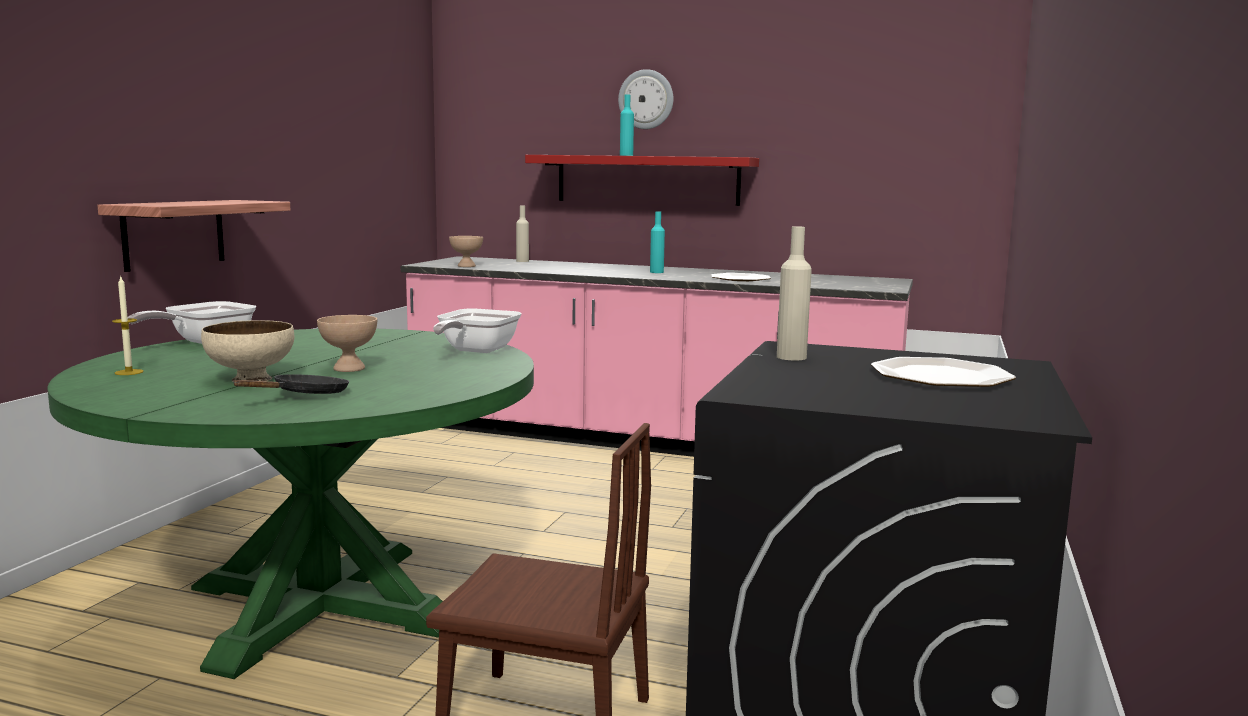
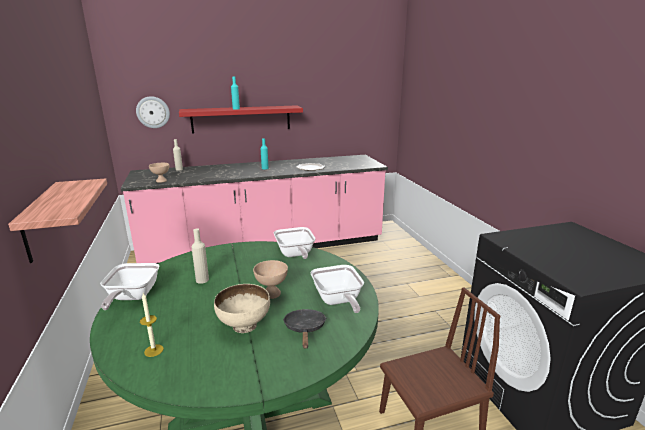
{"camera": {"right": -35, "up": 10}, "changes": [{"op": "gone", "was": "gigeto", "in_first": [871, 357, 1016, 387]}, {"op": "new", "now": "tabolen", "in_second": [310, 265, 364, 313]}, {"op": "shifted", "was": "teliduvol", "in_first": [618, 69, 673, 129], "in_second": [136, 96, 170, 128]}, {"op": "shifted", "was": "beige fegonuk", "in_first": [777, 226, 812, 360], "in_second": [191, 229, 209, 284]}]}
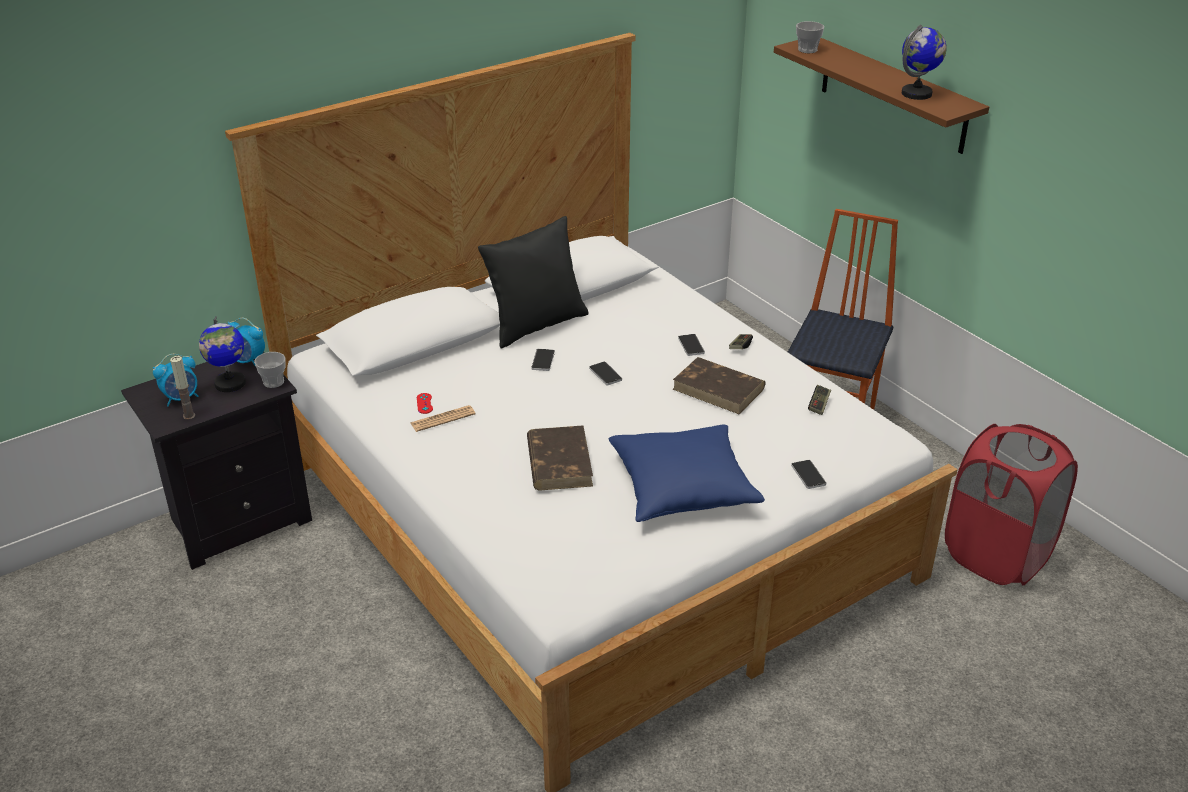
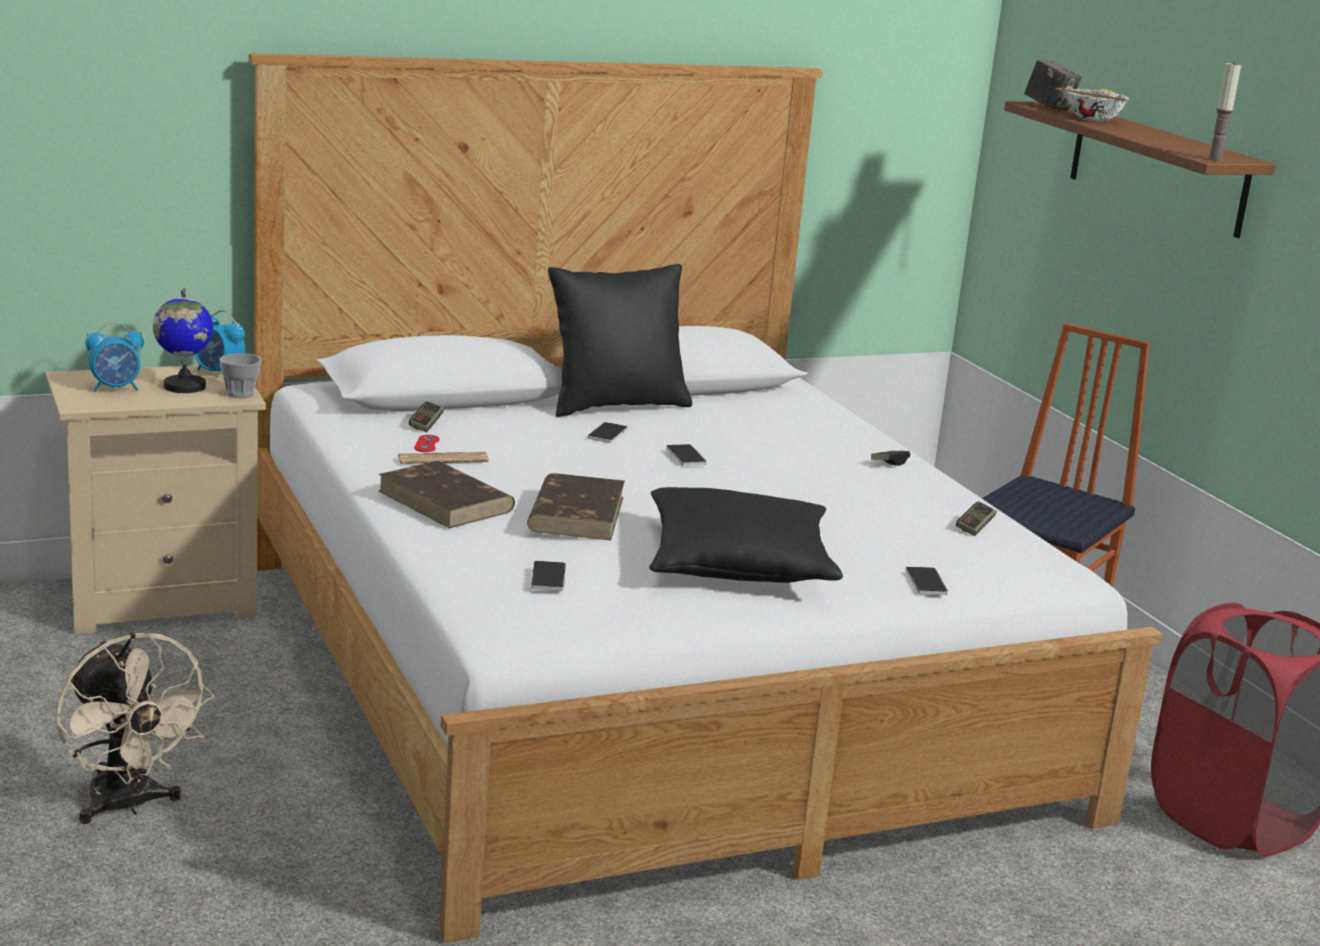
{"camera": {"right": 10, "up": -15}, "changes": [{"op": "gone", "was": "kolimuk", "in_first": [902, 25, 947, 100]}, {"op": "new", "now": "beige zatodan", "in_second": [56, 632, 214, 824]}, {"op": "new", "now": "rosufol", "in_second": [409, 401, 444, 432]}, {"op": "new", "now": "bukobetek", "in_second": [1055, 88, 1129, 122]}, {"op": "shifted", "was": "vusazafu", "in_first": [170, 356, 195, 420], "in_second": [1207, 61, 1241, 161]}, {"op": "shifted", "was": "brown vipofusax", "in_first": [673, 357, 765, 414], "in_second": [378, 461, 515, 529]}, {"op": "shifted", "was": "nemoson", "in_first": [678, 334, 705, 356], "in_second": [531, 561, 566, 591]}, {"op": "swapped", "was": "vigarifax", "now": "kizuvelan", "in_first": [796, 21, 824, 53], "in_second": [1024, 59, 1082, 110]}, {"op": "repainted", "was": "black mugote", "now": "beige mugote", "in_first": [121, 352, 312, 570], "in_second": [46, 365, 266, 634]}, {"op": "repainted", "was": "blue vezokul", "now": "black vezokul", "in_first": [609, 425, 765, 522], "in_second": [649, 487, 843, 583]}]}
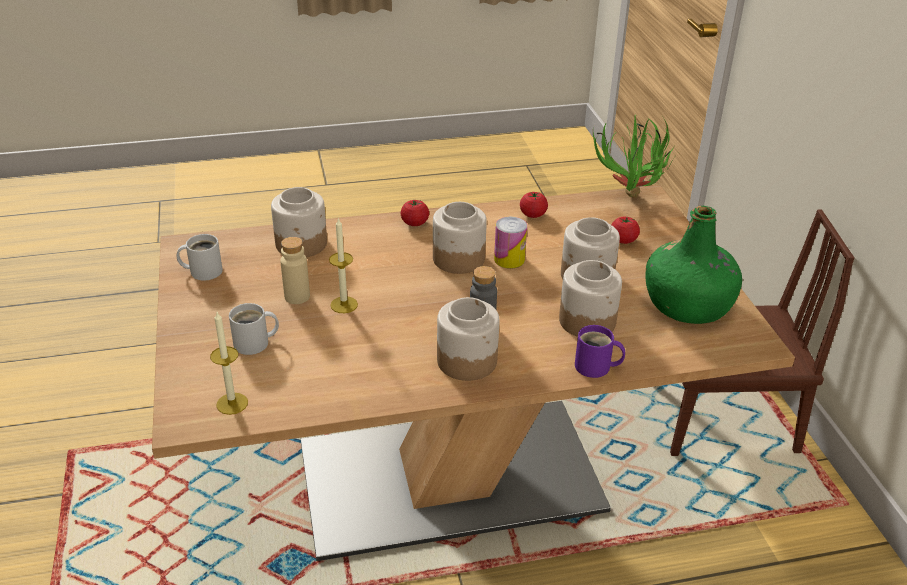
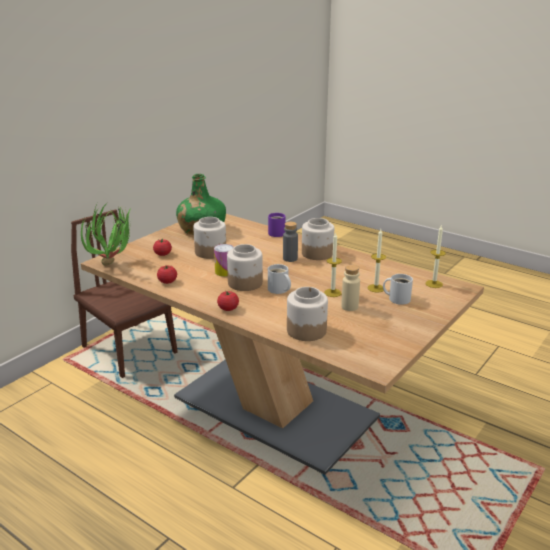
{"camera": {"right": -130, "up": -10}, "changes": [{"op": "gone", "was": "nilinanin", "in_first": [559, 260, 622, 337]}, {"op": "new", "now": "vusazafu", "in_second": [368, 229, 386, 293]}, {"op": "shifted", "was": "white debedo", "in_first": [176, 234, 223, 281], "in_second": [268, 264, 291, 294]}]}
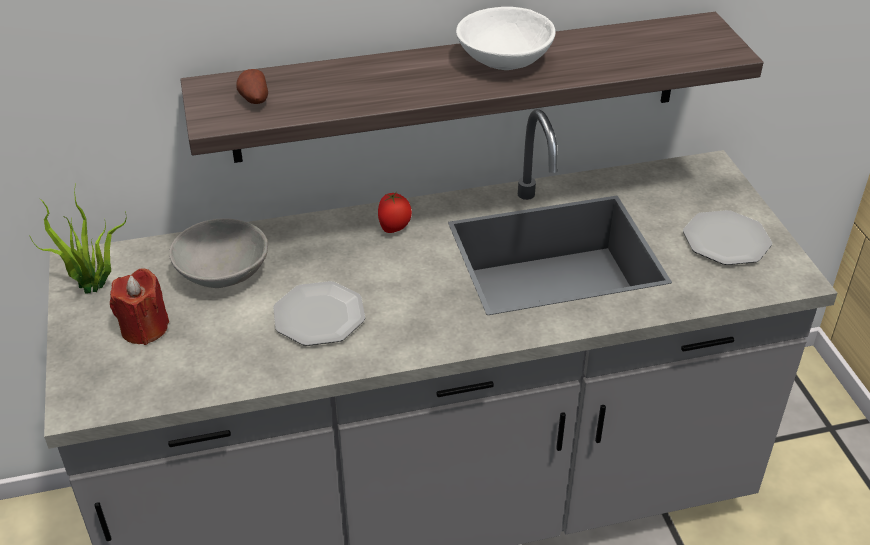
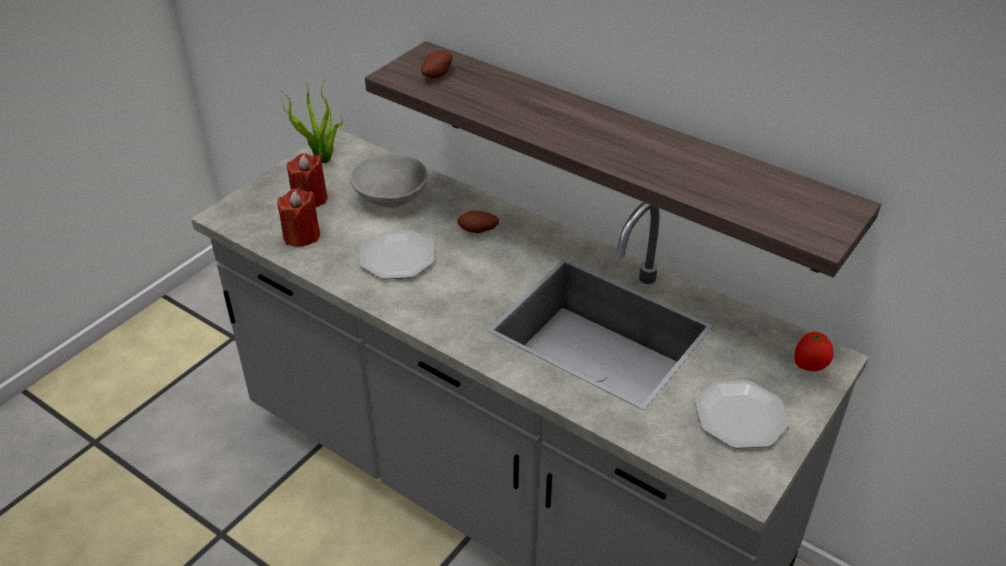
{"camera": {"right": 50, "up": 0}, "changes": [{"op": "gone", "was": "white bukobetek", "in_first": [456, 7, 555, 70]}, {"op": "new", "now": "red vusazafu", "in_second": [277, 188, 320, 247]}, {"op": "new", "now": "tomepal", "in_second": [457, 211, 499, 233]}, {"op": "shifted", "was": "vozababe", "in_first": [378, 193, 412, 233], "in_second": [794, 331, 833, 371]}]}
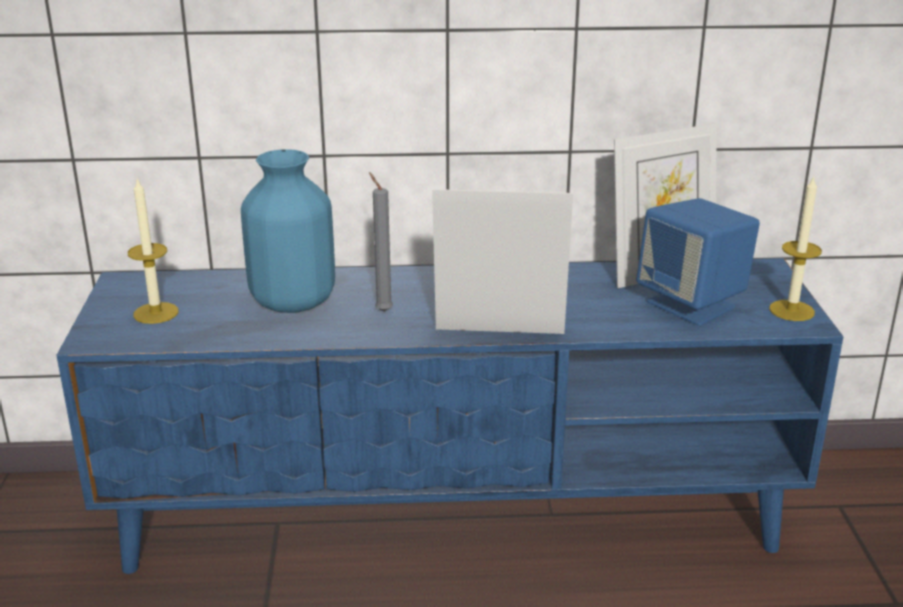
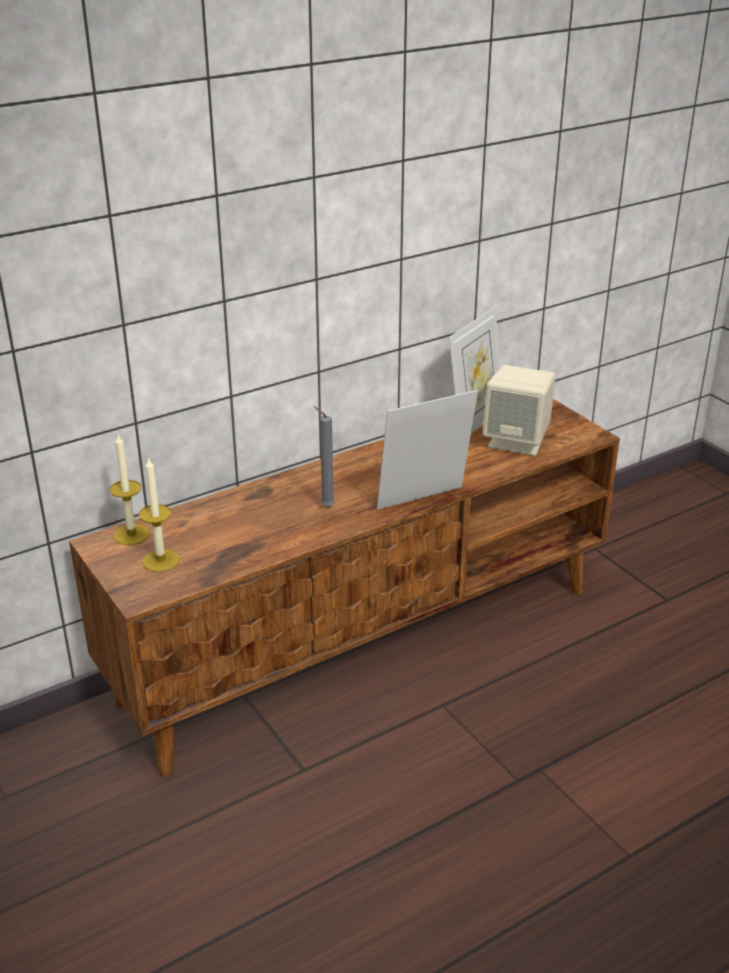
{"camera": {"right": -30, "up": 5}, "changes": [{"op": "gone", "was": "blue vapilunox", "in_first": [241, 149, 335, 313]}, {"op": "shifted", "was": "vusazafu", "in_first": [769, 175, 822, 321], "in_second": [110, 435, 150, 545]}, {"op": "repainted", "was": "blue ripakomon", "now": "brown ripakomon", "in_first": [56, 258, 844, 574], "in_second": [69, 399, 620, 777]}, {"op": "repainted", "was": "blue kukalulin", "now": "beige kukalulin", "in_first": [636, 198, 760, 326], "in_second": [483, 365, 556, 456]}]}
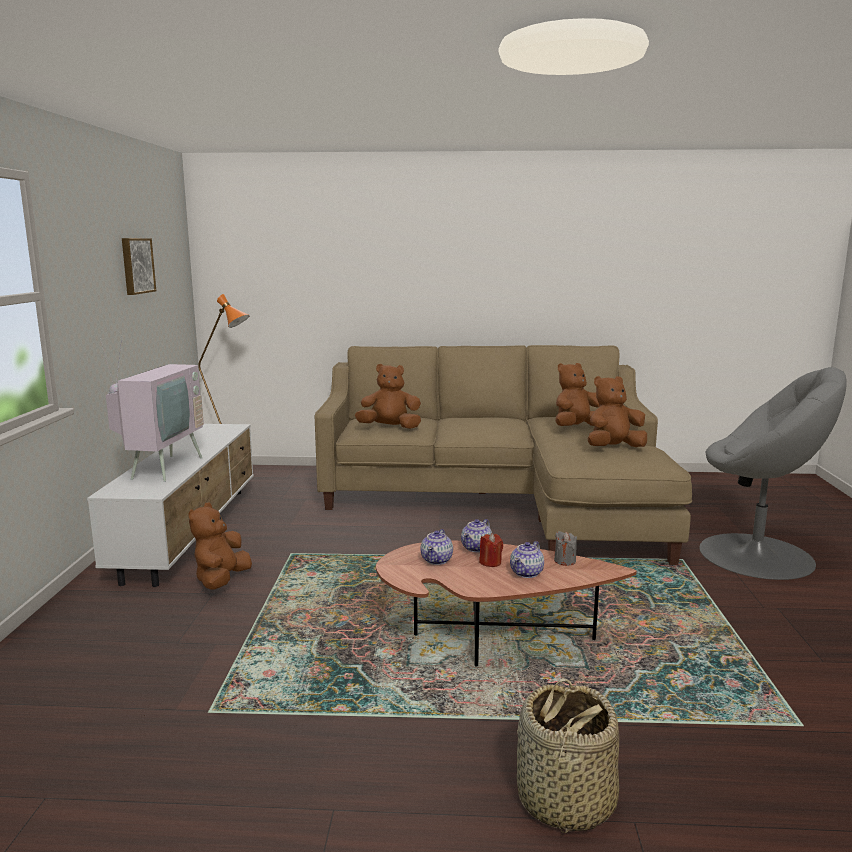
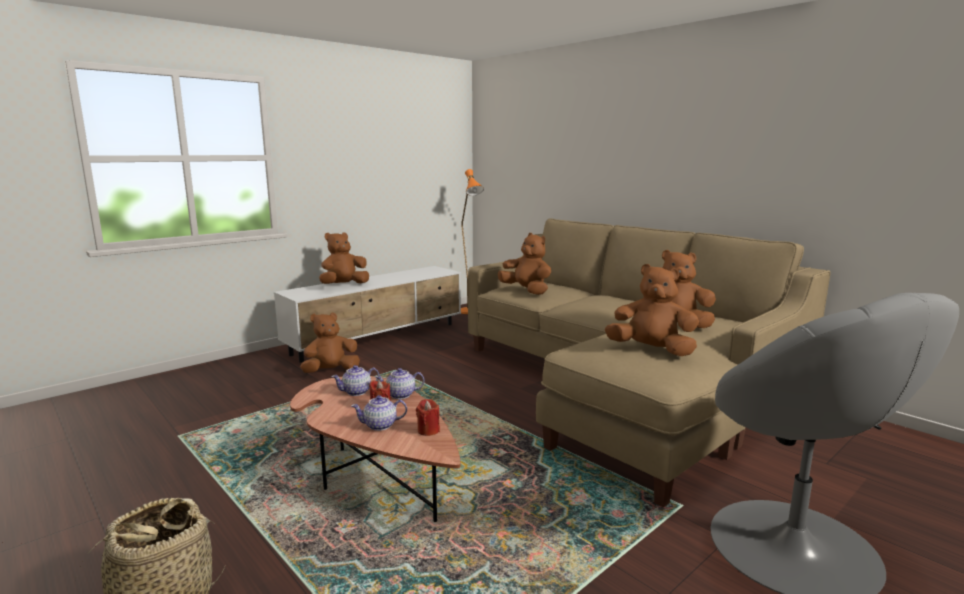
{"camera": {"right": 45, "up": 0}, "changes": [{"op": "gone", "was": "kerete", "in_first": [122, 238, 156, 295]}, {"op": "swapped", "was": "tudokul", "now": "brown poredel", "in_first": [100, 336, 204, 482], "in_second": [319, 232, 369, 284]}, {"op": "repainted", "was": "grey vusazafu", "now": "red vusazafu", "in_first": [554, 531, 577, 566], "in_second": [416, 399, 440, 436]}]}
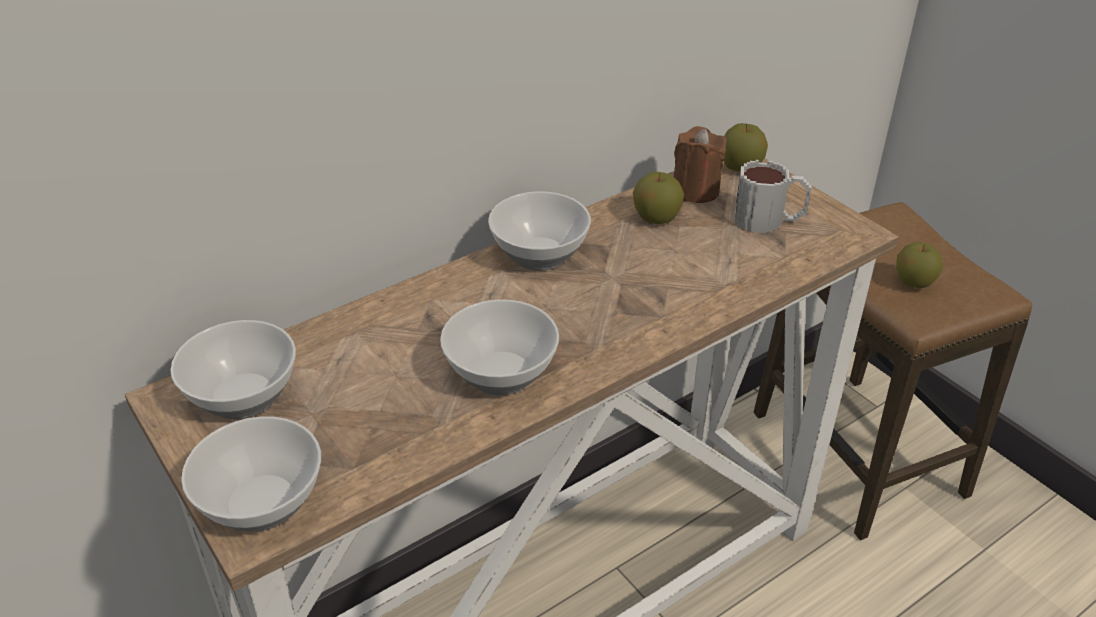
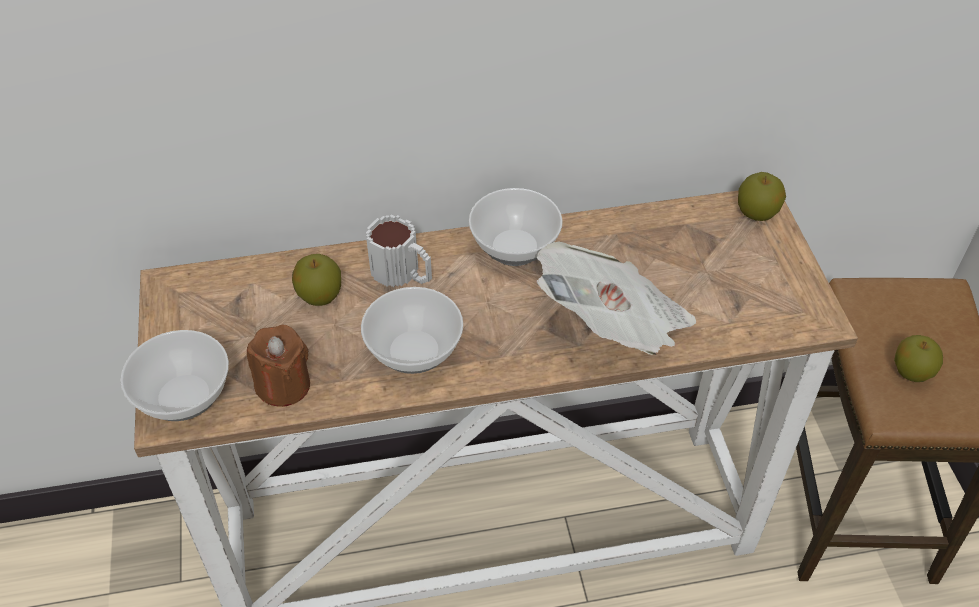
{"camera": {"right": 25, "up": 10}, "changes": [{"op": "gone", "was": "bukobetek", "in_first": [171, 320, 296, 419]}, {"op": "new", "now": "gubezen", "in_second": [536, 241, 696, 355]}, {"op": "shifted", "was": "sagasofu", "in_first": [633, 172, 684, 224], "in_second": [292, 254, 341, 306]}, {"op": "shifted", "was": "brown vusazafu", "in_first": [673, 126, 727, 203], "in_second": [247, 325, 310, 407]}, {"op": "shifted", "was": "debedo", "in_first": [735, 160, 812, 233], "in_second": [366, 215, 432, 287]}]}
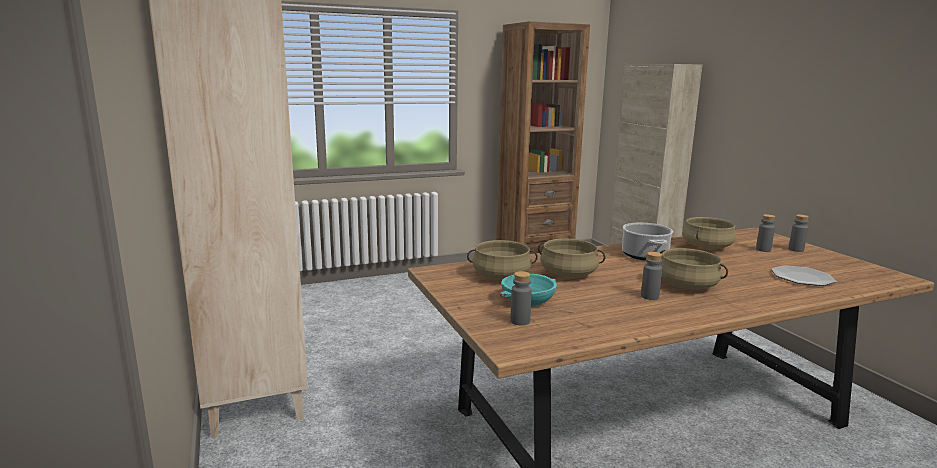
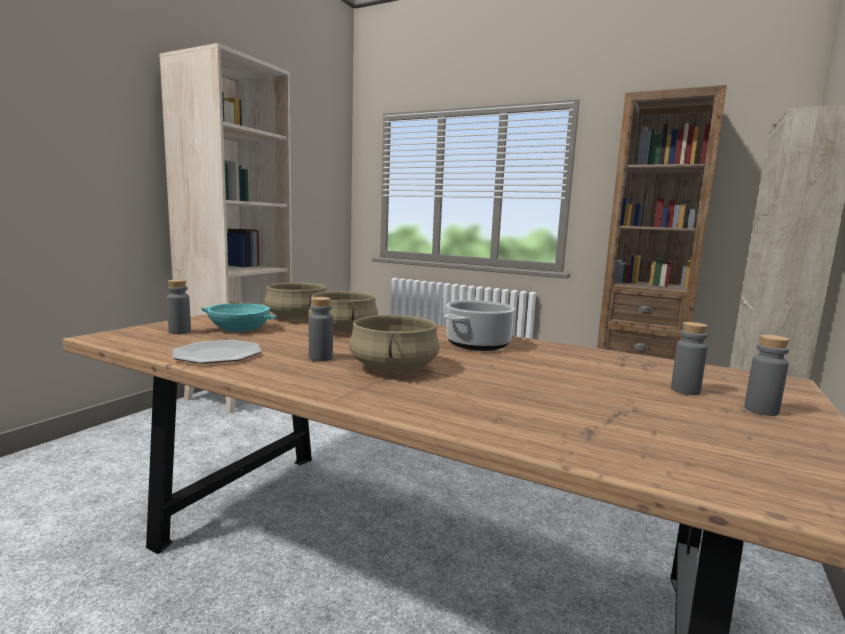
{"camera": {"right": 50, "up": -5}, "changes": [{"op": "gone", "was": "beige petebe", "in_first": [682, 217, 736, 249]}, {"op": "shifted", "was": "gigeto", "in_first": [771, 265, 836, 286], "in_second": [173, 340, 262, 364]}]}
